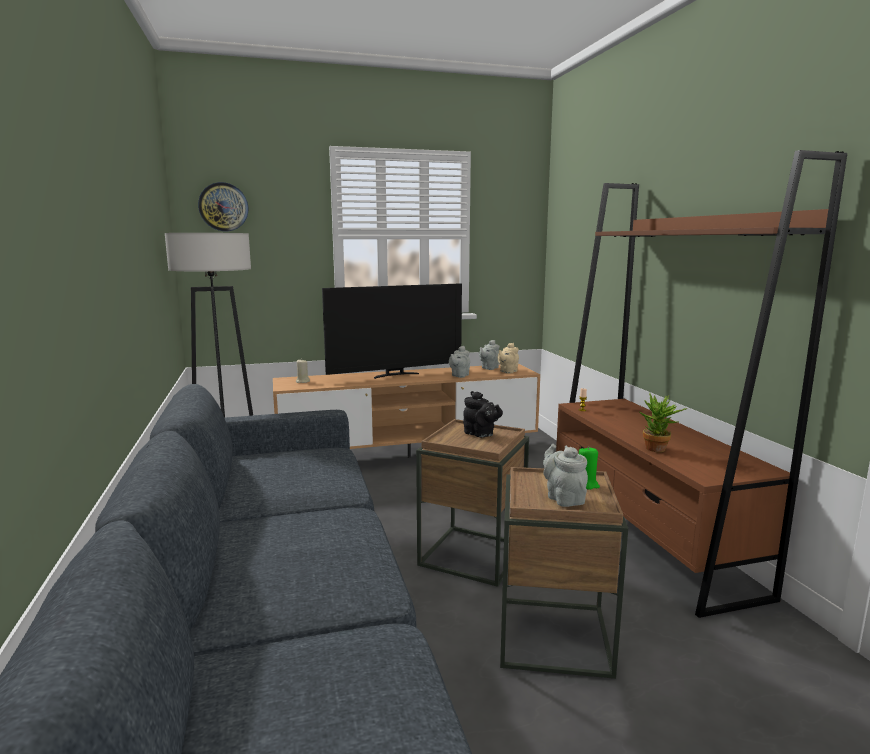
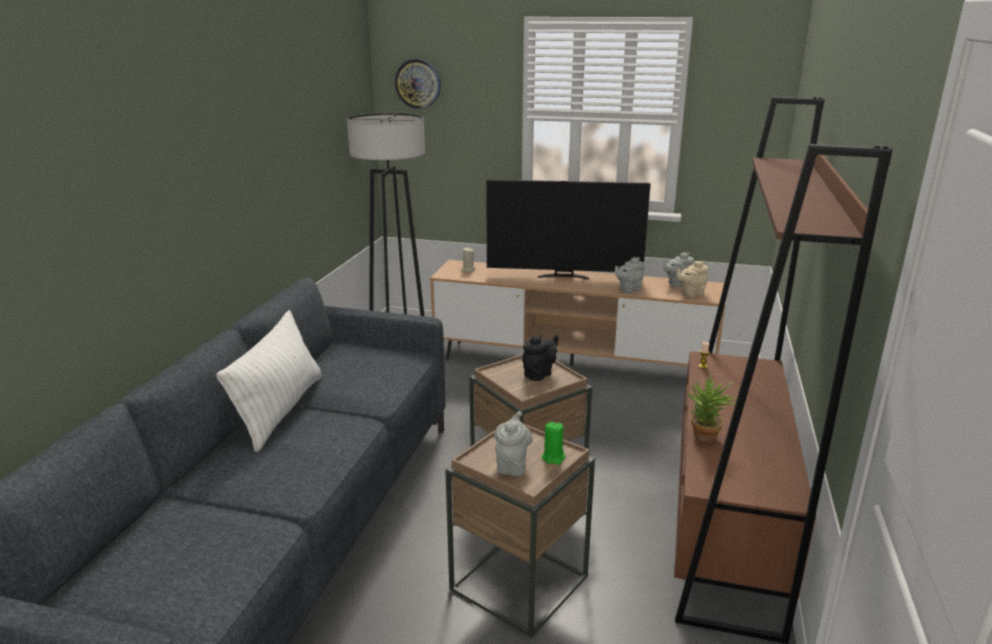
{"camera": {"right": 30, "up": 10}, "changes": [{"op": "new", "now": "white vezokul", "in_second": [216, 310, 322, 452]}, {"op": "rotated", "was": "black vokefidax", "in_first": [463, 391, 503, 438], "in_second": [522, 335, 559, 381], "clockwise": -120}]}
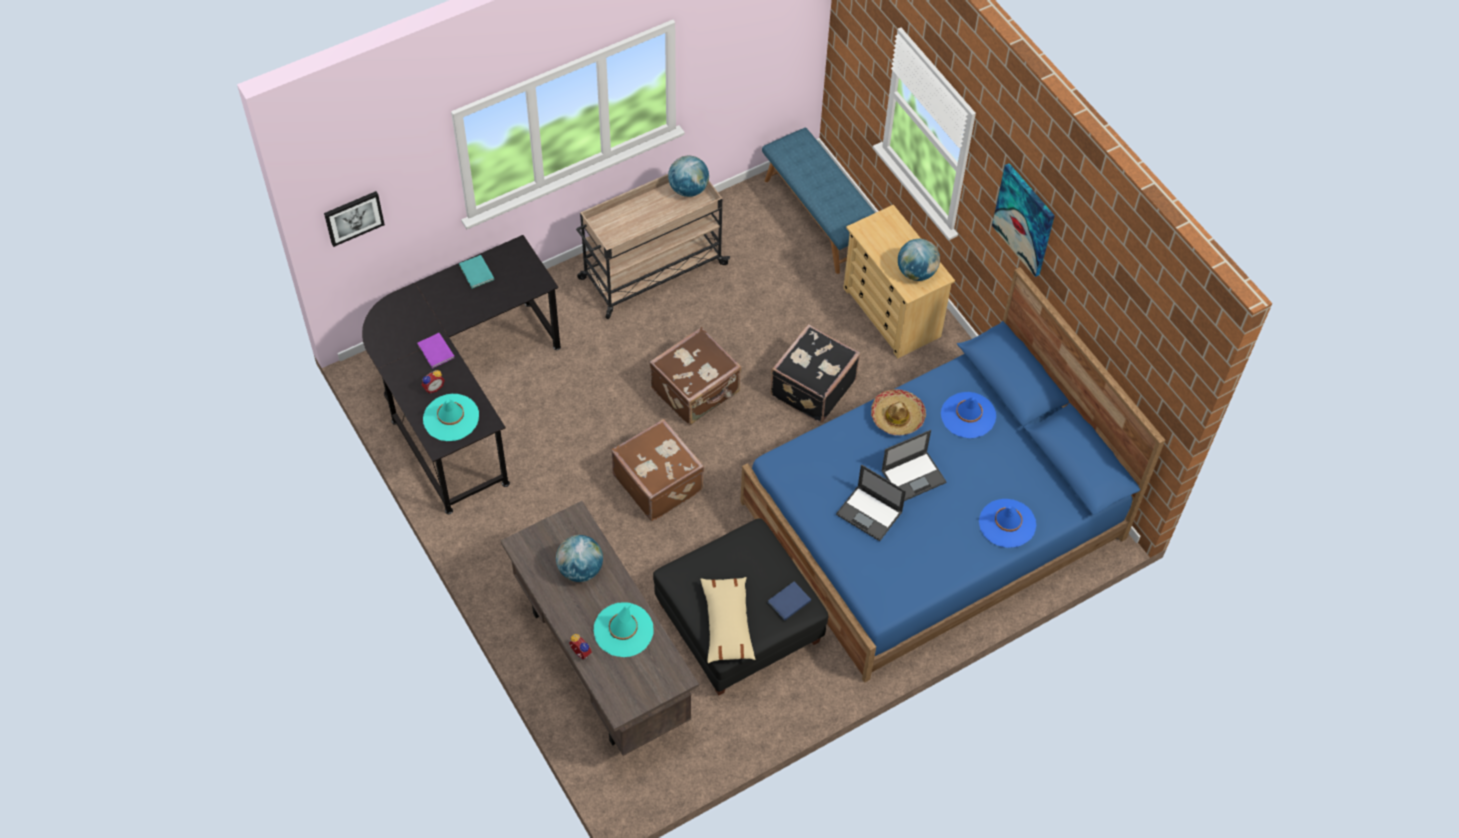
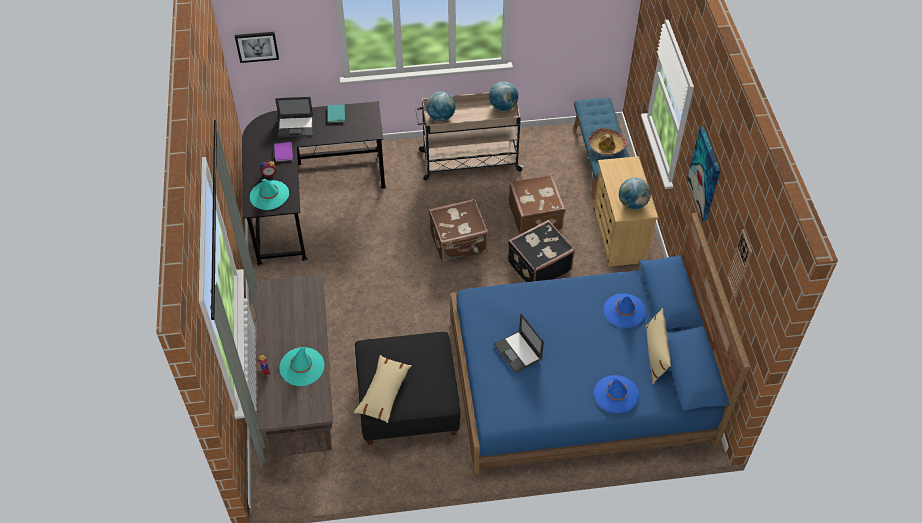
{"camera": {"right": 25, "up": -5}, "changes": [{"op": "gone", "was": "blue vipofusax", "in_first": [768, 582, 811, 621]}, {"op": "new", "now": "beige vezokul", "in_second": [646, 308, 671, 385]}, {"op": "new", "now": "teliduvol", "in_second": [727, 229, 752, 298]}, {"op": "shifted", "was": "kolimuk", "in_first": [556, 535, 603, 582], "in_second": [426, 91, 456, 121]}, {"op": "shifted", "was": "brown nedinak", "in_first": [611, 419, 705, 521], "in_second": [509, 174, 565, 235]}, {"op": "shifted", "was": "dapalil", "in_first": [871, 389, 926, 435], "in_second": [589, 128, 626, 155]}, {"op": "shifted", "was": "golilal", "in_first": [881, 430, 947, 501], "in_second": [275, 97, 313, 138]}]}
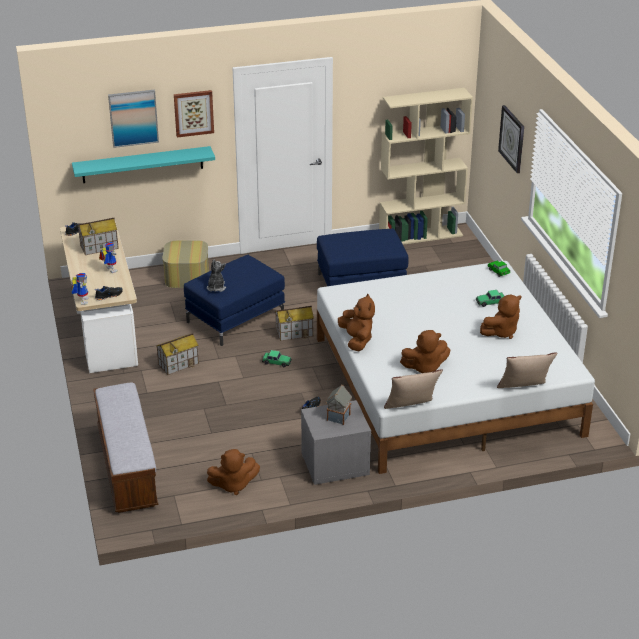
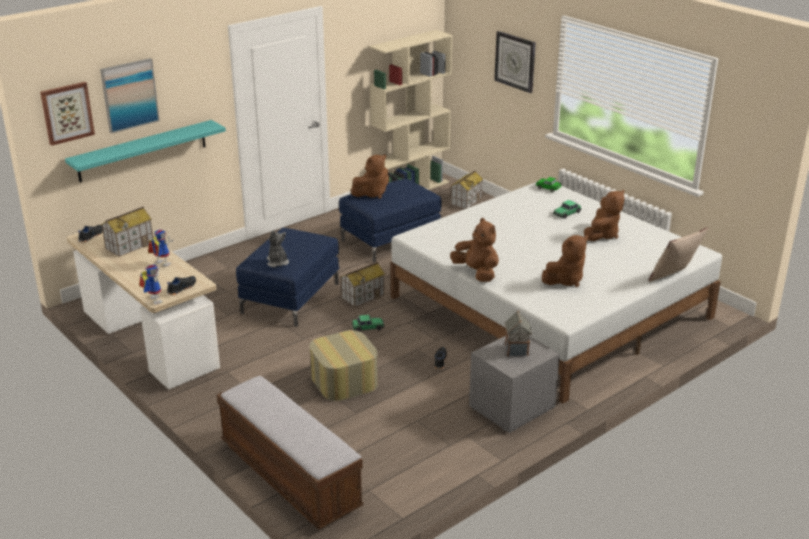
{"camera": {"right": -25, "up": -5}, "changes": [{"op": "gone", "was": "beige vezokul", "in_first": [384, 369, 443, 409]}, {"op": "shifted", "was": "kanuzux", "in_first": [157, 333, 199, 375], "in_second": [450, 171, 483, 209]}, {"op": "shifted", "was": "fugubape", "in_first": [162, 240, 209, 288], "in_second": [309, 330, 378, 401]}, {"op": "shifted", "was": "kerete", "in_first": [174, 90, 214, 137], "in_second": [40, 82, 95, 146]}, {"op": "shifted", "was": "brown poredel", "in_first": [207, 449, 260, 495], "in_second": [351, 155, 389, 199]}]}
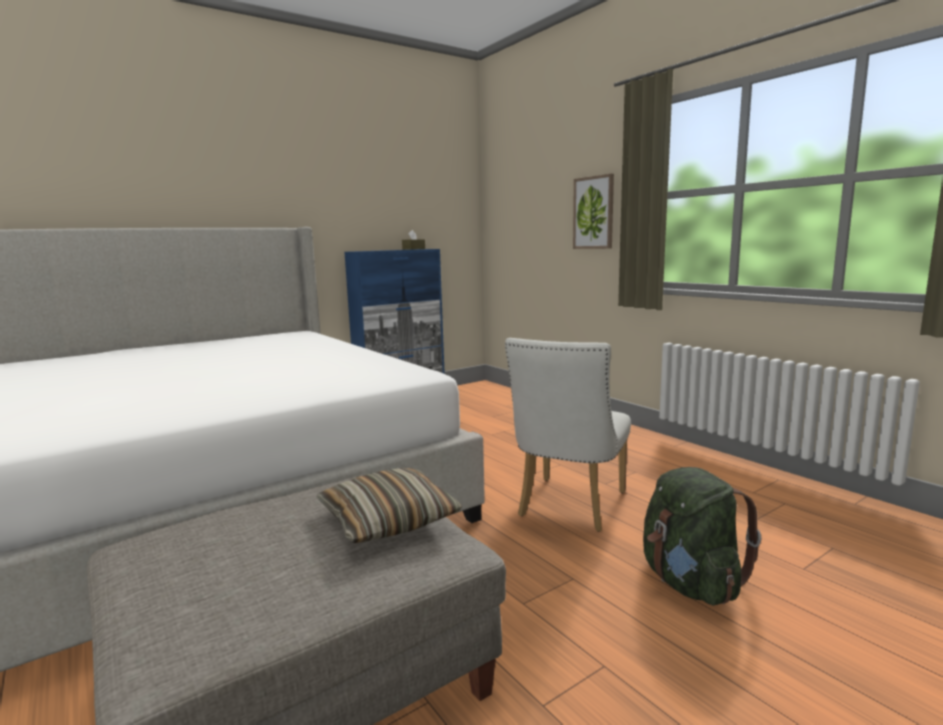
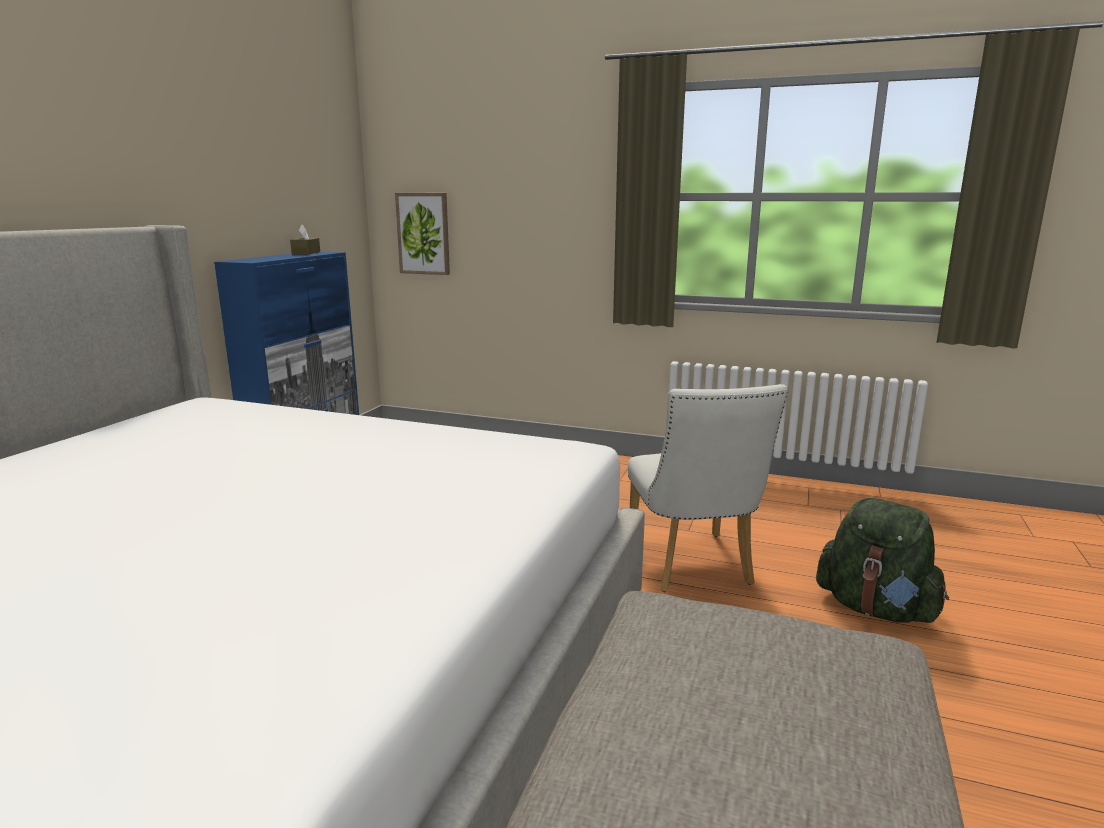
{"camera": {"right": -35, "up": 5}, "changes": [{"op": "gone", "was": "vezokul", "in_first": [317, 468, 463, 543]}, {"op": "shifted", "was": "kerete", "in_first": [573, 174, 614, 249], "in_second": [395, 193, 450, 275]}]}
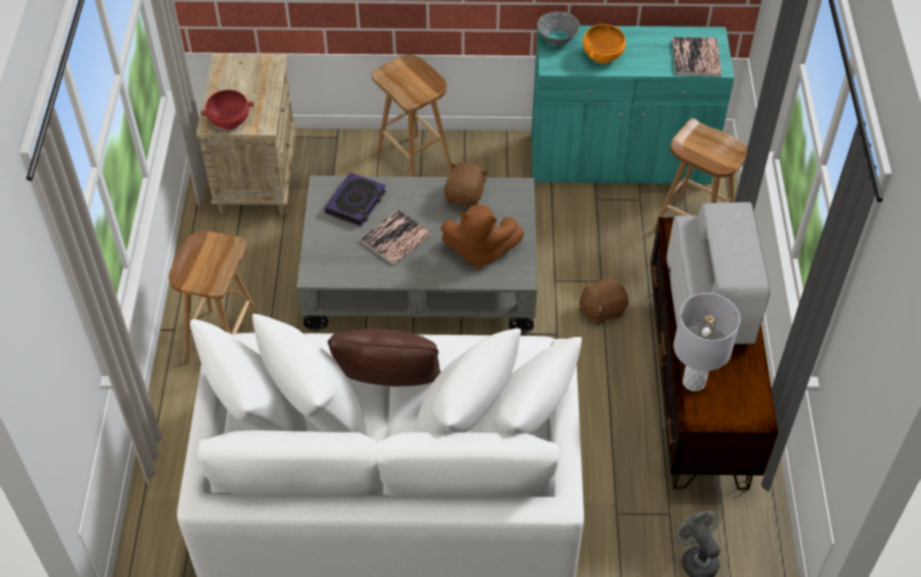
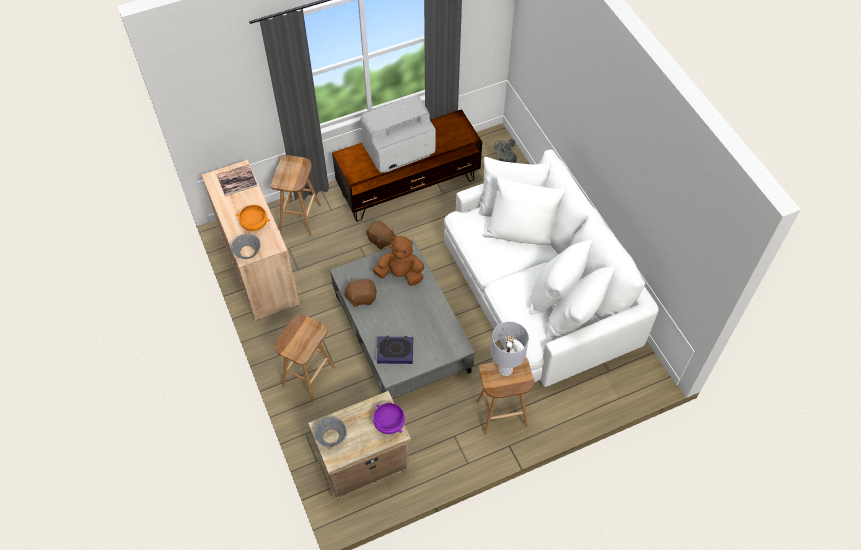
{"camera": {"right": -115, "up": 5}, "changes": [{"op": "gone", "was": "brown vezokul", "in_first": [328, 329, 441, 386]}, {"op": "gone", "was": "vipofusax", "in_first": [360, 209, 431, 265]}, {"op": "new", "now": "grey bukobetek", "in_second": [314, 417, 347, 447]}, {"op": "shifted", "was": "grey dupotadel", "in_first": [674, 293, 740, 391], "in_second": [491, 321, 529, 376]}, {"op": "repainted", "was": "red bukobetek", "now": "purple bukobetek", "in_first": [201, 90, 254, 129], "in_second": [373, 403, 405, 434]}, {"op": "repainted", "was": "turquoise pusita", "now": "beige pusita", "in_first": [531, 26, 734, 184], "in_second": [202, 160, 300, 321]}, {"op": "rotated", "was": "brown poredel", "in_first": [441, 205, 525, 270], "in_second": [373, 235, 424, 285], "clockwise": -60}]}
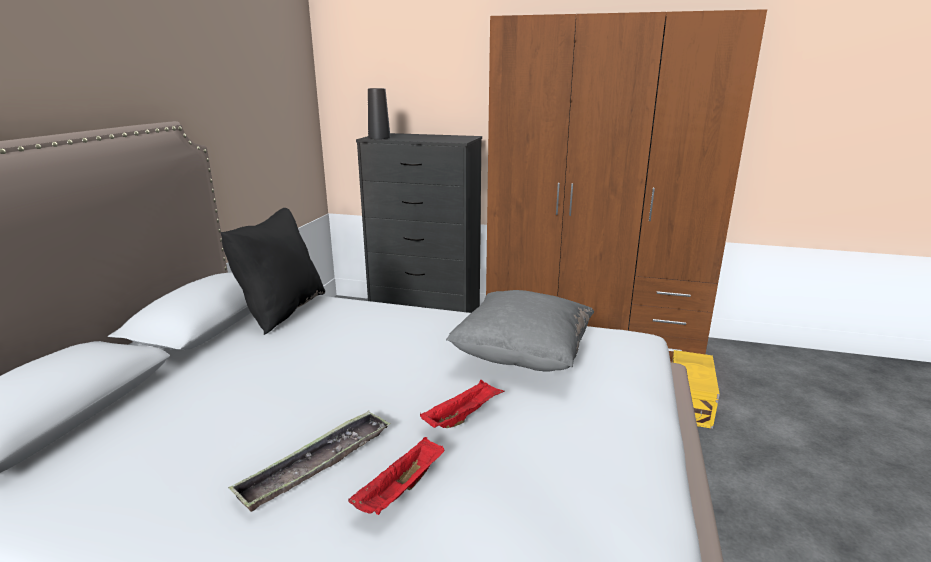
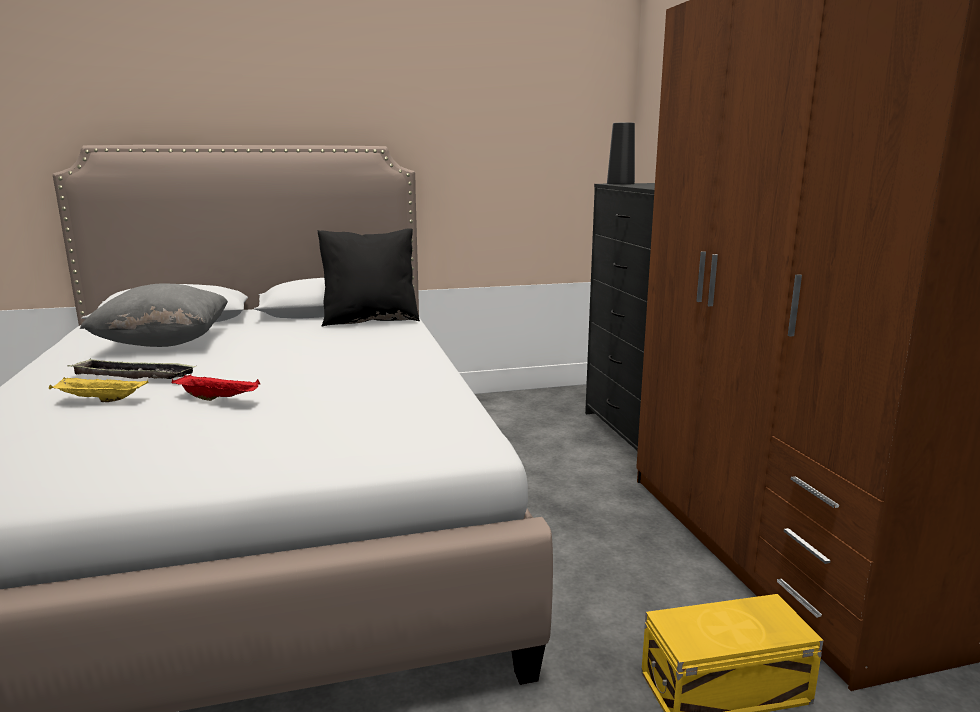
{"camera": {"right": 60, "up": -5}, "changes": [{"op": "shifted", "was": "grey vezokul", "in_first": [446, 290, 594, 372], "in_second": [80, 283, 228, 347]}, {"op": "repainted", "was": "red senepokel", "now": "yellow senepokel", "in_first": [348, 437, 445, 515], "in_second": [49, 377, 148, 402]}]}
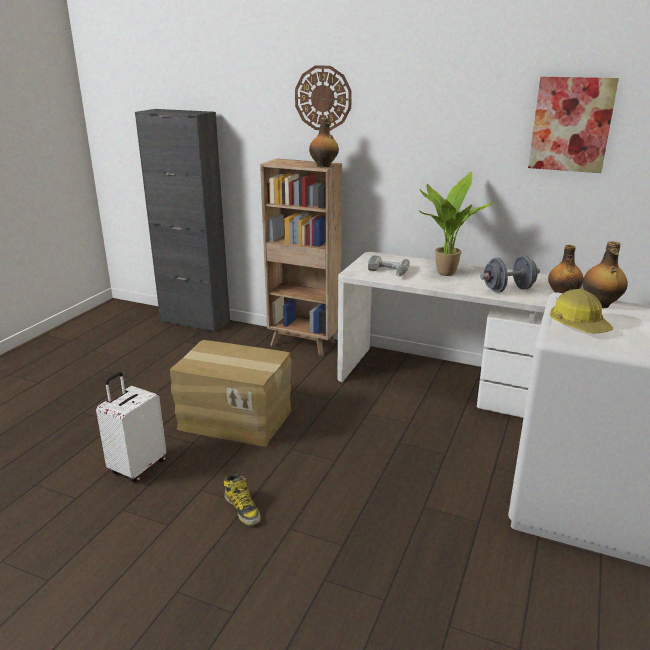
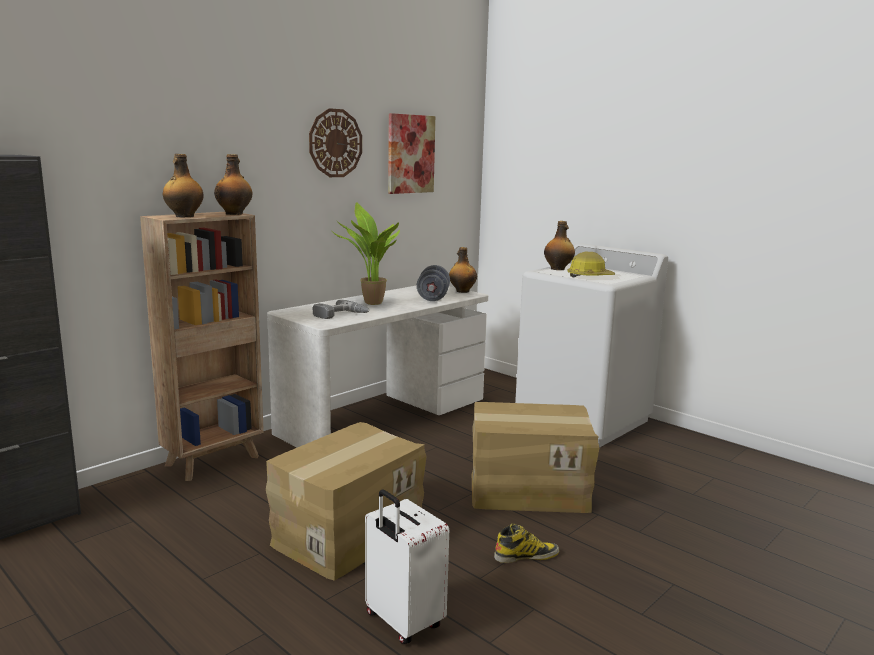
{"camera": {"right": -70, "up": -10}, "changes": [{"op": "new", "now": "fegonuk", "in_second": [162, 154, 204, 217]}, {"op": "new", "now": "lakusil", "in_second": [472, 402, 599, 513]}, {"op": "shifted", "was": "teliduvol", "in_first": [295, 65, 352, 131], "in_second": [309, 108, 362, 177]}]}
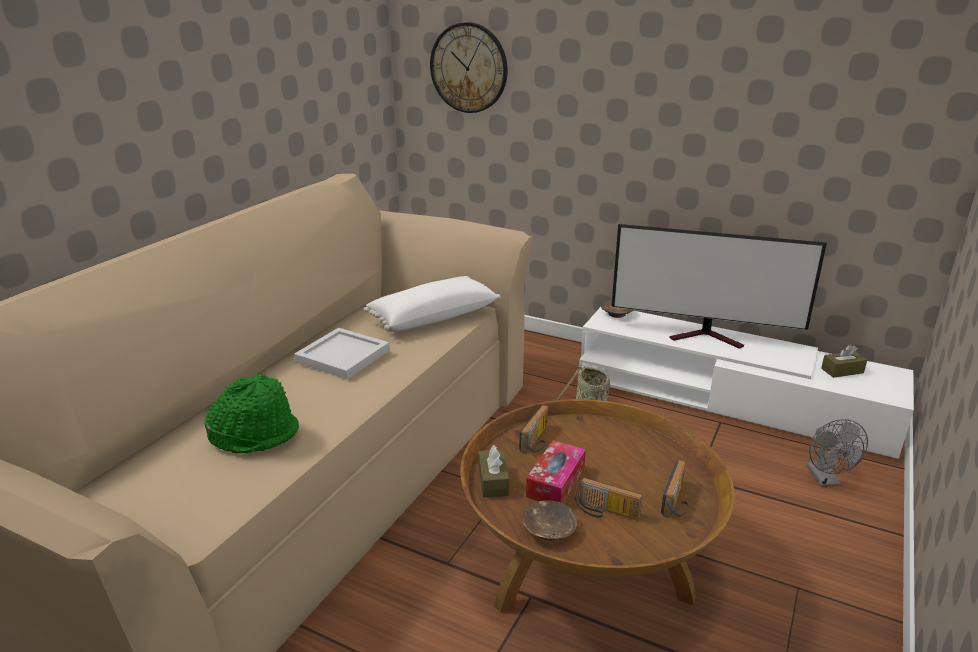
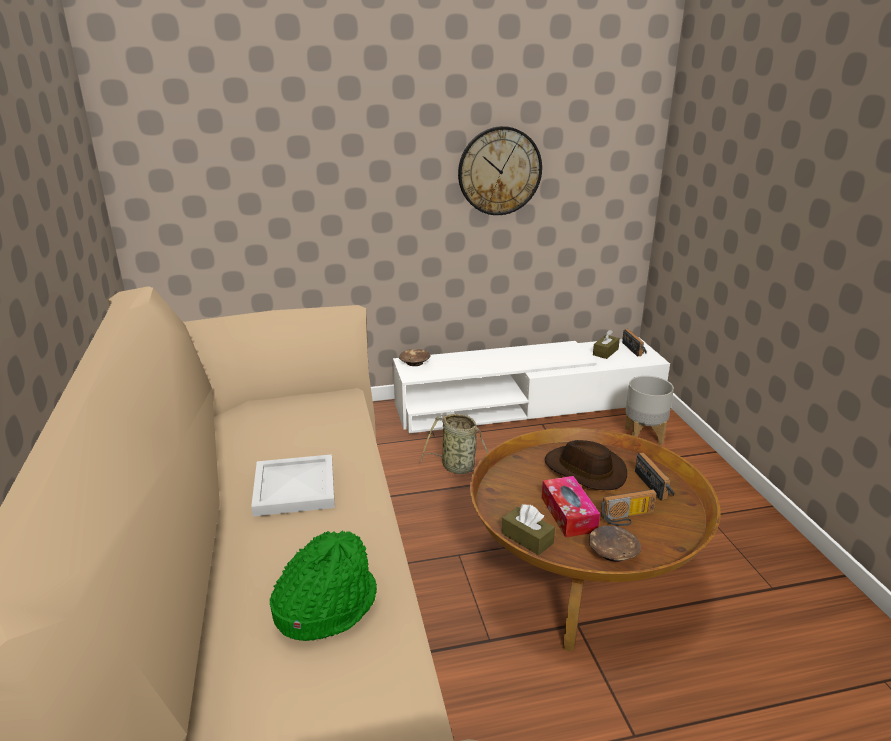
{"camera": {"right": -40, "up": 0}, "changes": [{"op": "gone", "was": "white vezokul", "in_first": [364, 276, 501, 331]}, {"op": "gone", "was": "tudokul", "in_first": [612, 224, 827, 349]}, {"op": "new", "now": "brown dapalil", "in_second": [544, 440, 627, 490]}, {"op": "shifted", "was": "teliduvol", "in_first": [430, 22, 508, 113], "in_second": [458, 126, 542, 215]}, {"op": "shifted", "was": "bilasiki", "in_first": [519, 405, 548, 453], "in_second": [622, 329, 647, 356]}, {"op": "swapped", "was": "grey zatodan", "now": "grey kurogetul", "in_first": [806, 419, 868, 487], "in_second": [625, 376, 674, 445]}]}
